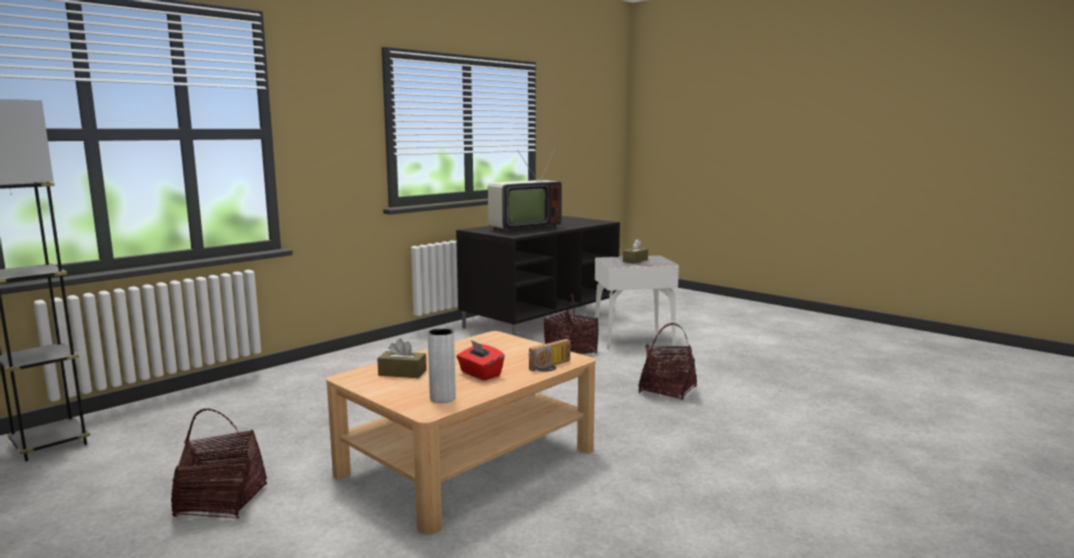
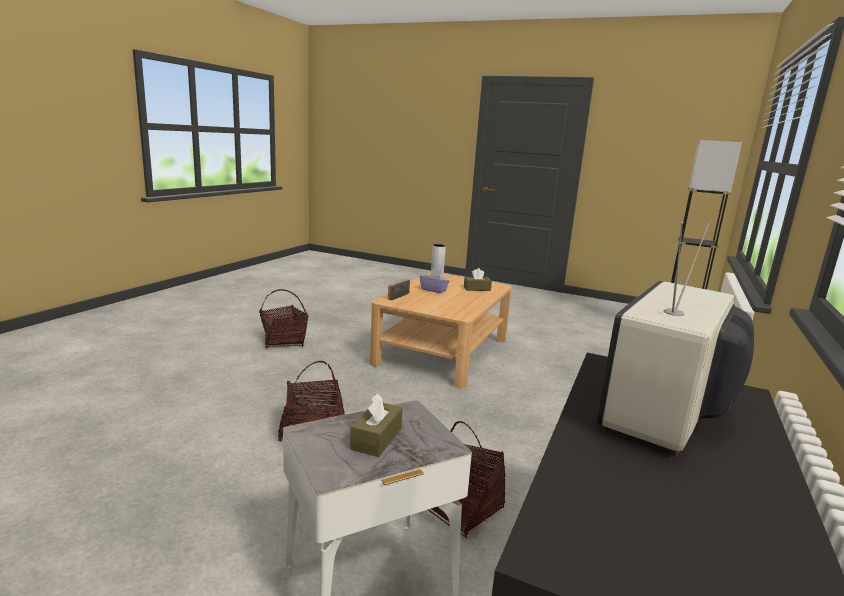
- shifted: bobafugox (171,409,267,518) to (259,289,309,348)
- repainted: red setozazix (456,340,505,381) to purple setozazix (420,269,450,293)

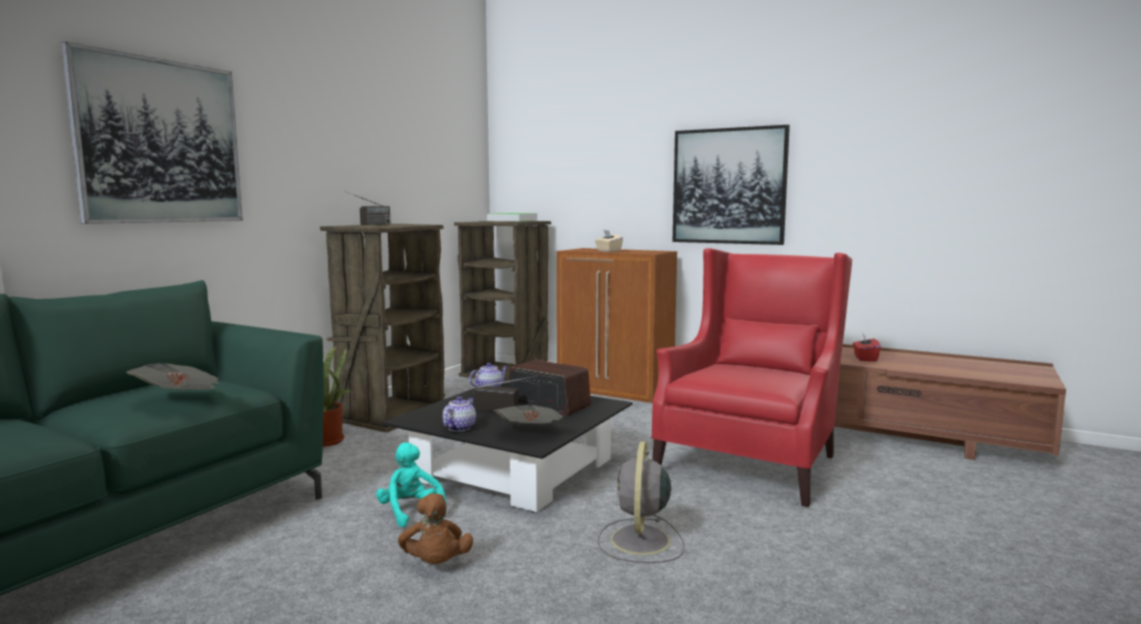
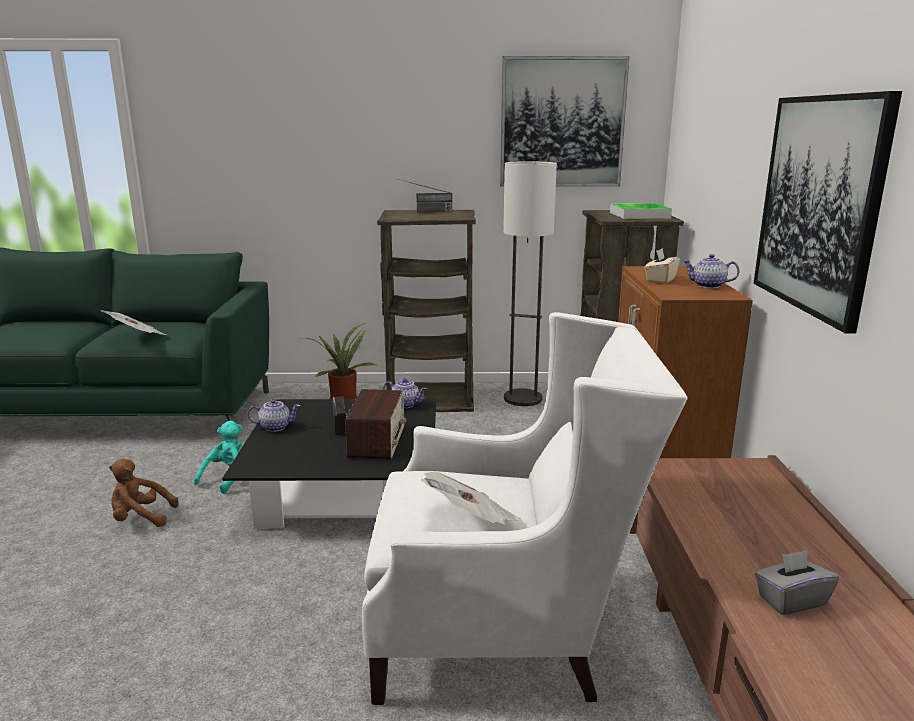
- gone: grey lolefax (598,441,685,563)
- new: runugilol (503,161,557,406)
- new: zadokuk (683,254,739,288)
- shifted: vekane (61,41,243,224) to (500,56,630,186)
- shifted: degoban (494,405,564,424) to (421,472,521,524)
- repainted: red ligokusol (651,248,852,507) to white ligokusol (362,312,687,705)
- repainted: red setozazix (853,332,881,362) to grey setozazix (755,550,839,615)
- rotated: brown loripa (398,493,473,564) = (109,459,179,527) 45 degrees clockwise

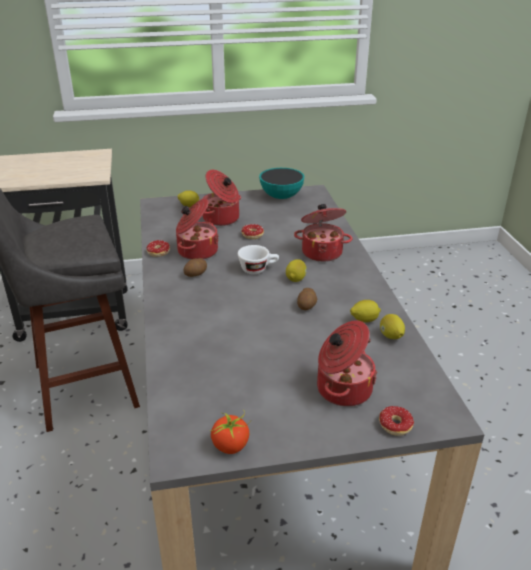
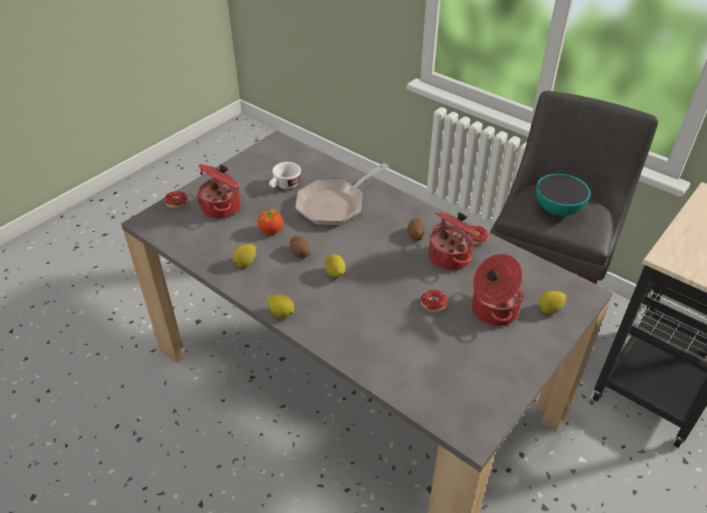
- gone: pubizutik (294,204,352,262)
- new: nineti (295,163,389,226)
- shifted: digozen (209,410,252,454) to (257,208,283,235)
- shifted: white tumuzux (238,245,279,274) to (269,162,301,189)
- shifted: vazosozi (259,168,304,199) to (536,174,591,216)
- shifted: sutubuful (380,314,405,339) to (267,295,294,318)

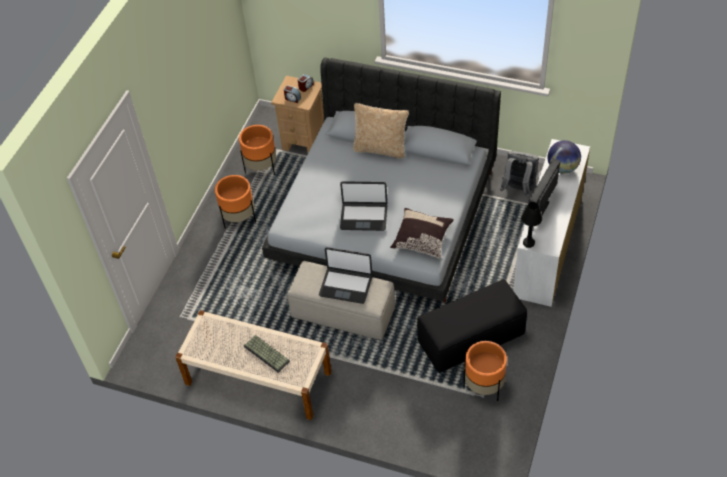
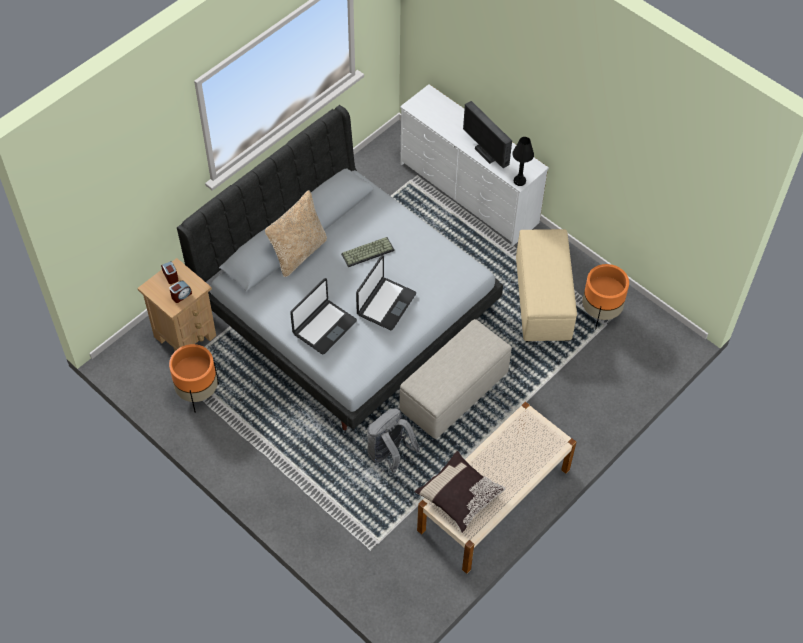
- gone: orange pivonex (215,175,256,228)
- gone: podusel (548,140,581,174)
- shifted: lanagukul (244,335,290,373) to (341,237,395,267)
- shifted: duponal (319,247,373,304) to (290,278,357,355)
- shifted: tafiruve (390,208,454,259) to (415,451,506,533)
- shifted: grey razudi (500,151,539,198) to (367,408,420,473)
- repainted: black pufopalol (417,279,527,373) to beige pufopalol (516,229,577,342)

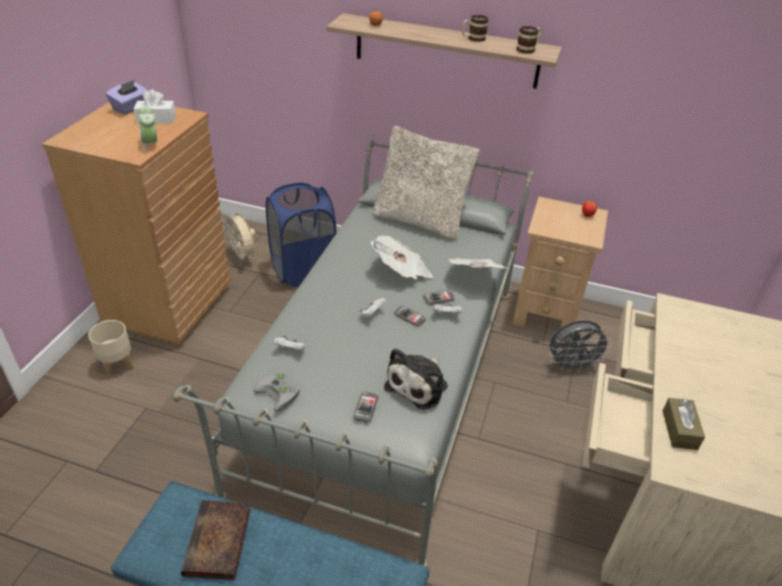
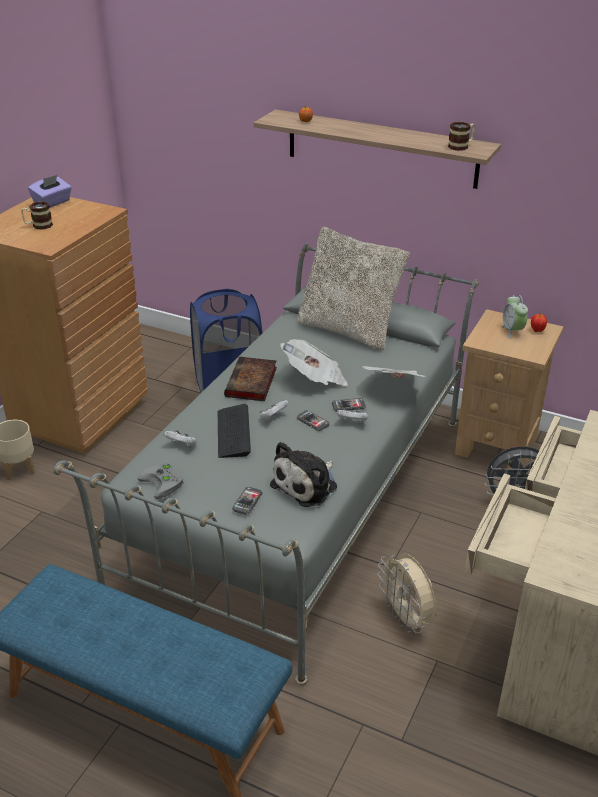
- gone: white setozazix (134,89,176,123)
- gone: brown setozazix (663,398,705,450)
- new: lanagukul (218,404,251,458)
- shifted: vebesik (138,104,157,152) to (501,295,528,338)
- shifted: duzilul (181,500,251,580) to (224,357,277,401)
- shifted: beige lolefax (221,212,255,264) to (377,554,436,634)
- shifted: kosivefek (462,15,489,42) to (21,202,53,230)

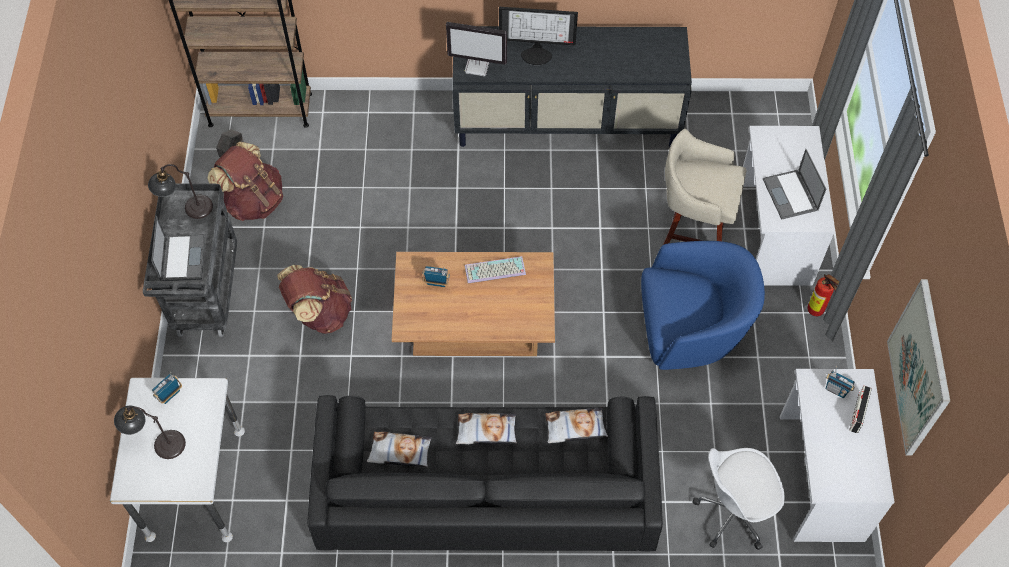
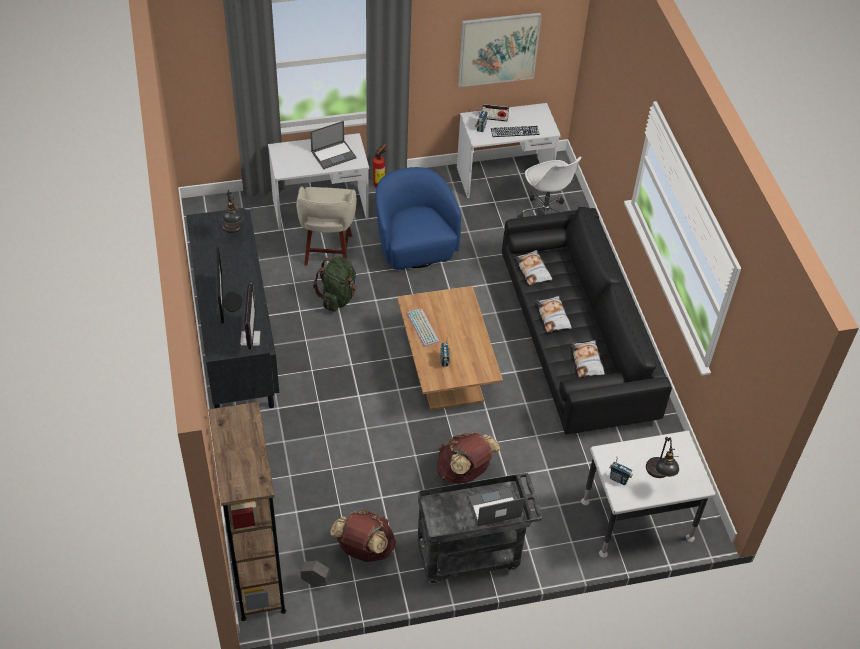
- new: green razudi (313,256,357,311)
- new: lanagukul (491,126,540,137)
- shifted: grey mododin (148,164,213,219) to (221,190,243,233)

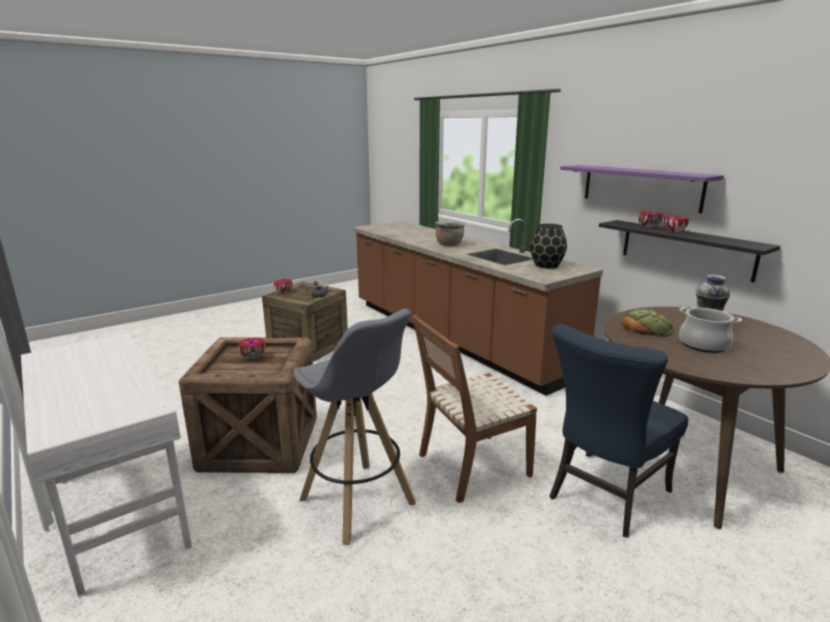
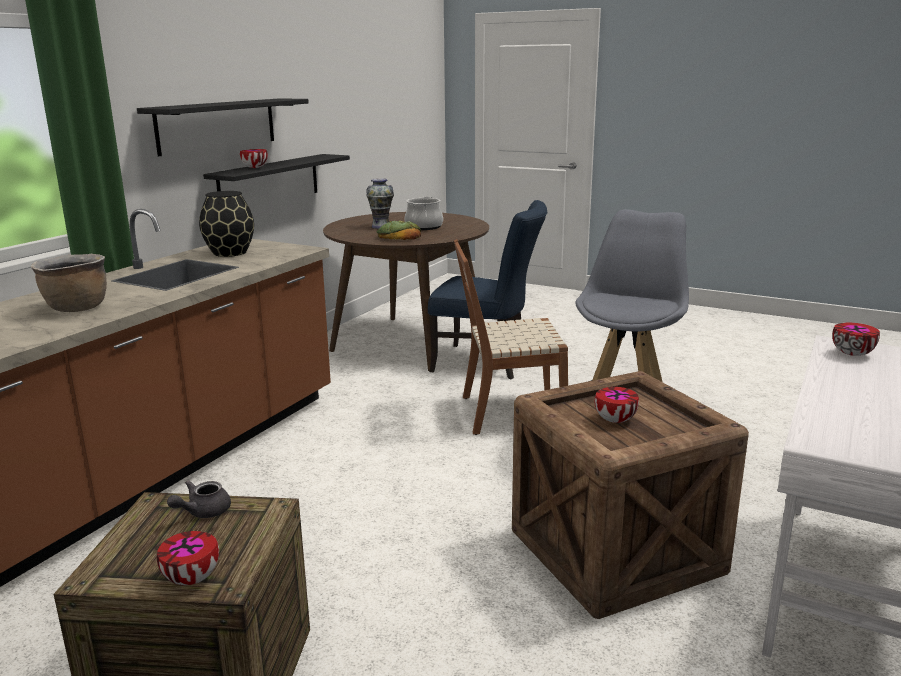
- shifted: vazosozi (662,215,689,233) to (832,323,880,356)
- repainted: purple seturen (560,165,724,213) to black seturen (137,98,309,156)
- rotated: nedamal (413,315,537,503) = (454,239,568,435) 135 degrees clockwise

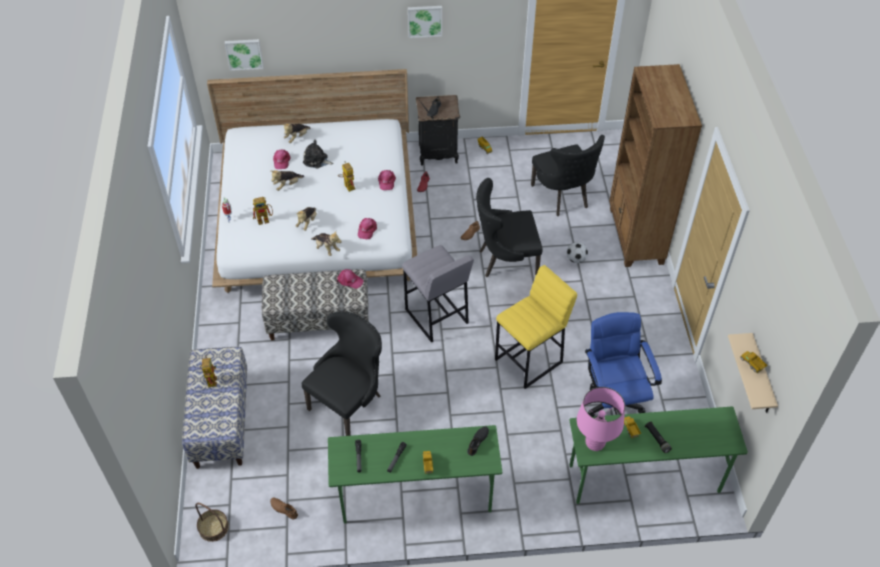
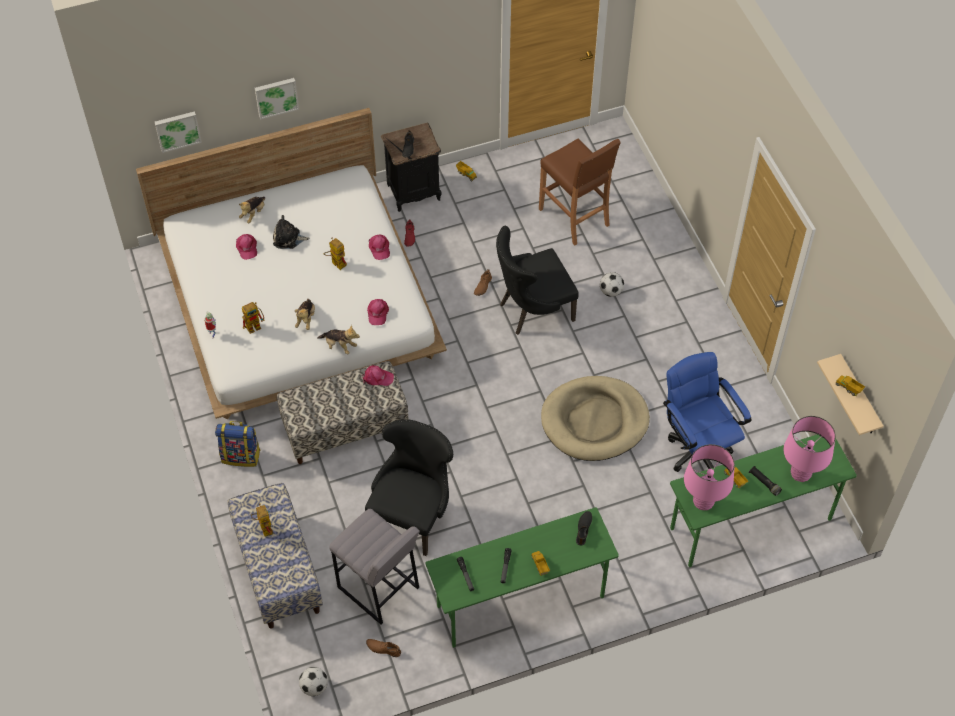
- gone: loripa (271,170,304,191)
- gone: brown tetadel (609,64,702,267)
- new: razudi (215,421,260,467)
- new: pink mododin (784,416,836,482)
- shifted: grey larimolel (402,245,474,343) to (329,509,420,625)
- shifted: vekane (408,6,442,38) to (255,78,299,120)
- swapped: bobafugox (195,503,229,542) to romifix (299,667,328,696)
- swapped: yellow larimolel (495,265,577,389) to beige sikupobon (541,376,650,461)
- swapped: black nedamal (531,135,605,216) to brown larimolel (539,139,621,245)

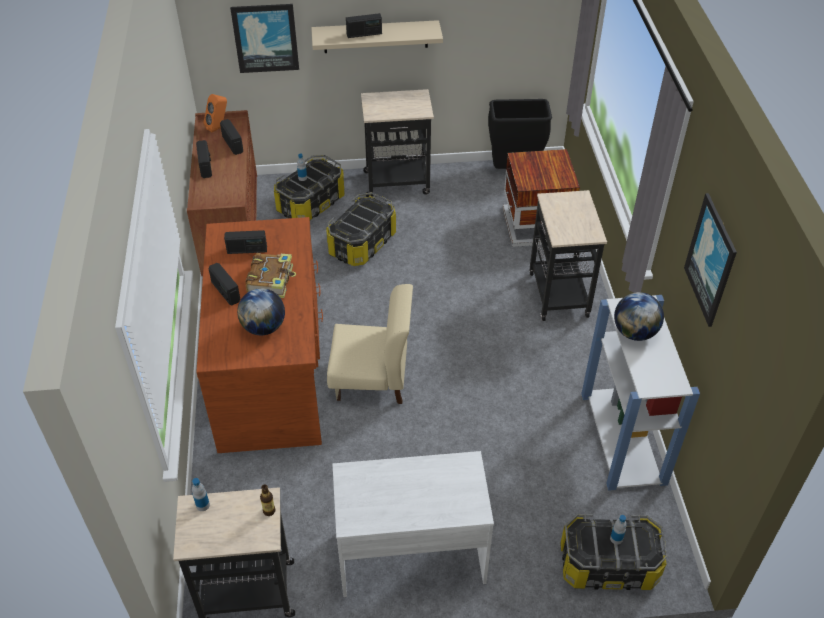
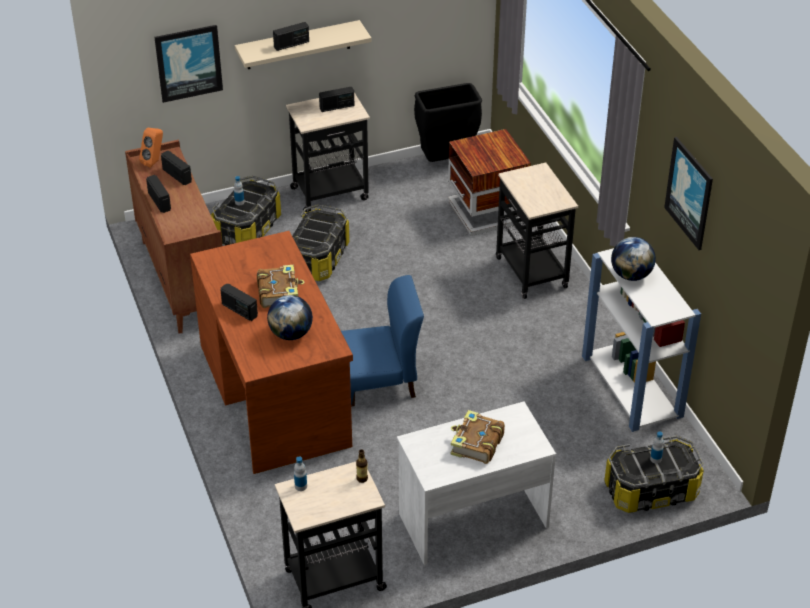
- new: duzilul (450,410,505,464)
- shifted: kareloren (224,230,267,254) to (319,87,355,112)
- repainted: beige nedamal (327,284,413,404) to blue nedamal (341,275,424,407)

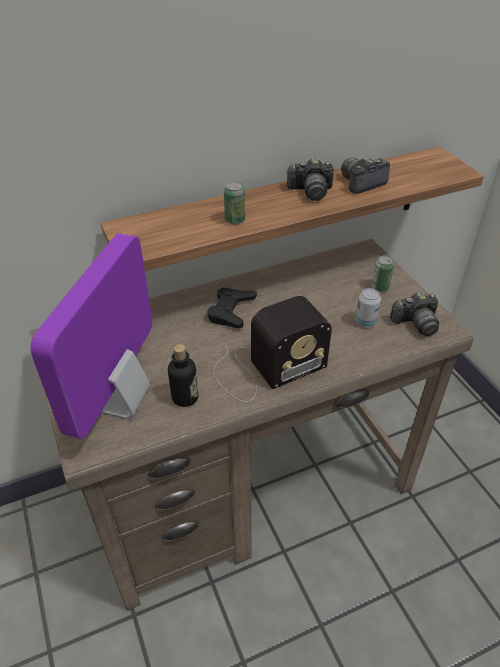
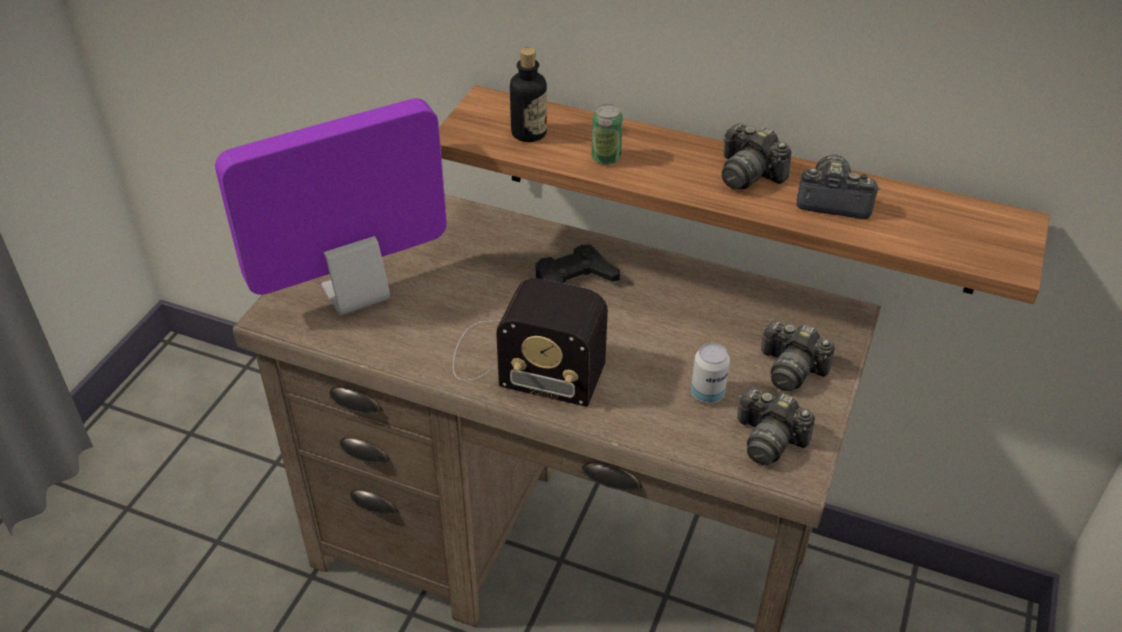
- shifted: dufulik (168,344,199,407) to (510,47,547,142)
- swapped: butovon (372,256,394,292) to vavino (761,321,835,391)

